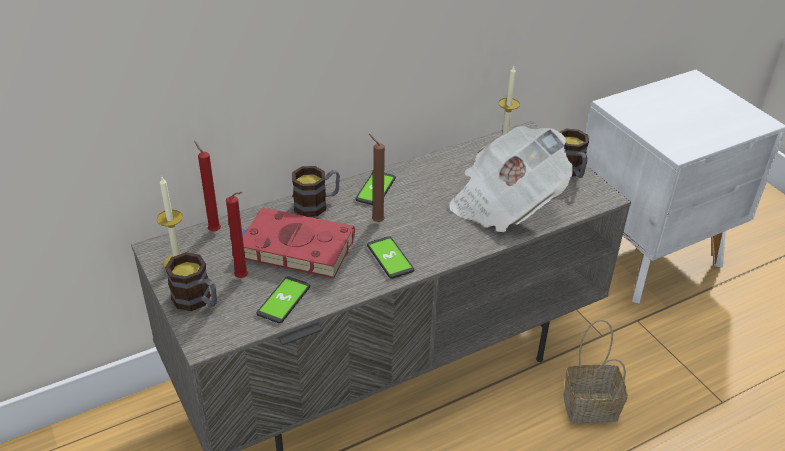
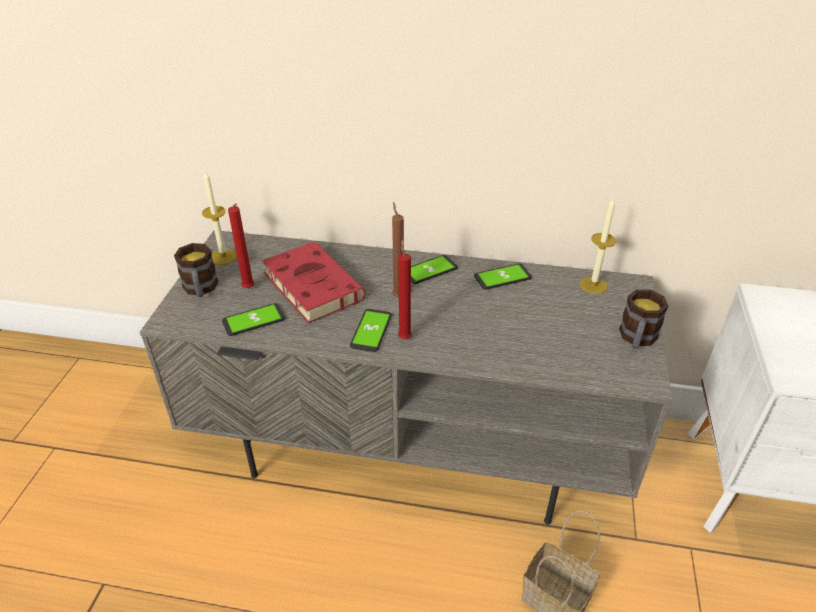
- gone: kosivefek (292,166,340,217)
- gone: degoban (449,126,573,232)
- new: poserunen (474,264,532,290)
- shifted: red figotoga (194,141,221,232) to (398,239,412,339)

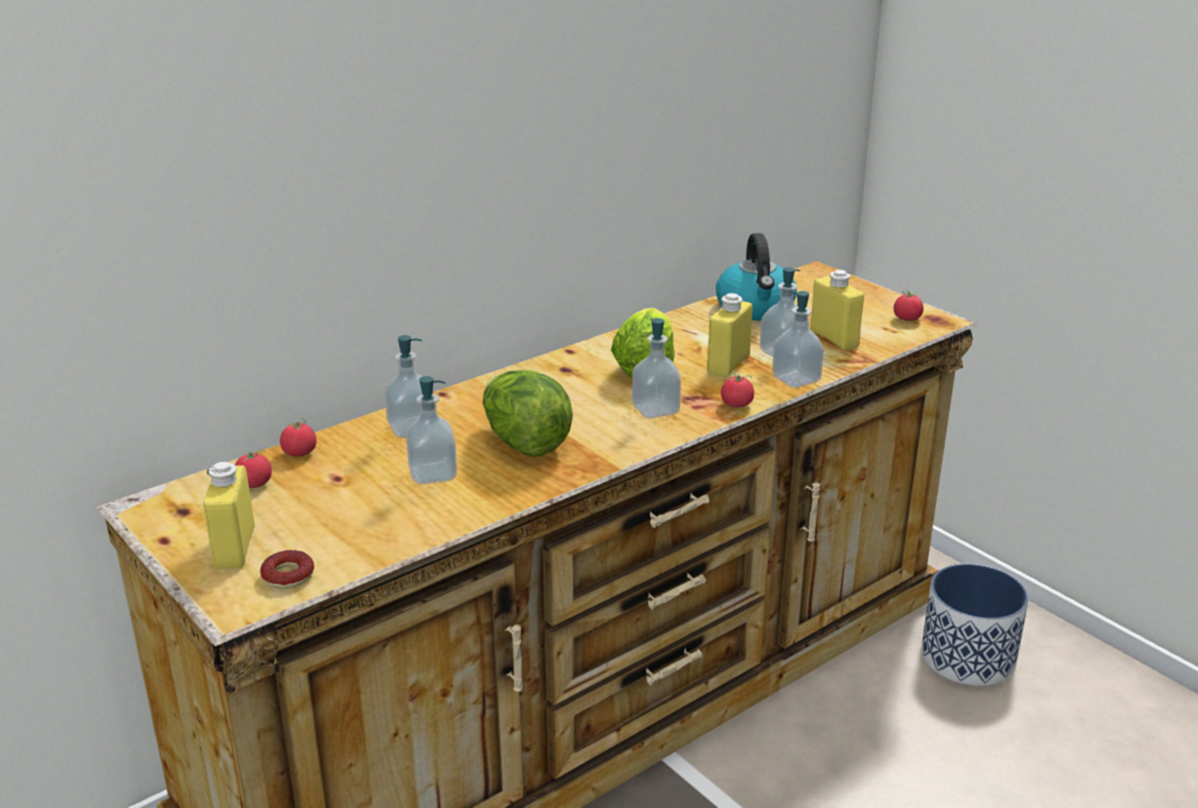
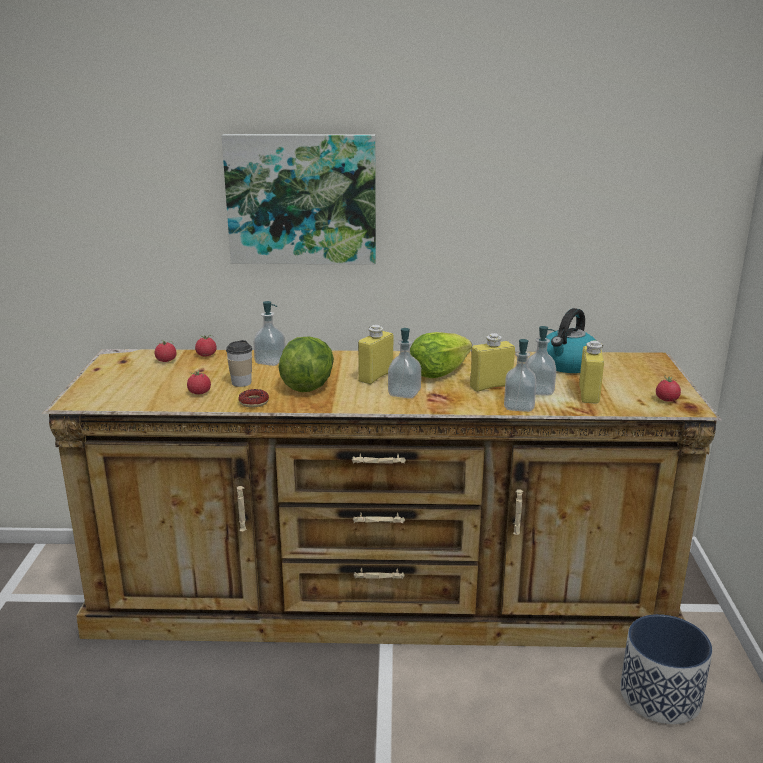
- new: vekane (222,134,376,265)
- shifted: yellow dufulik (203,462,255,569) to (358,325,393,384)
- shifted: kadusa (260,550,314,589) to (238,389,269,408)
- shifted: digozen (721,373,754,408) to (187,370,211,395)
- swapped: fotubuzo (406,376,457,484) to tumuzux (226,340,252,387)

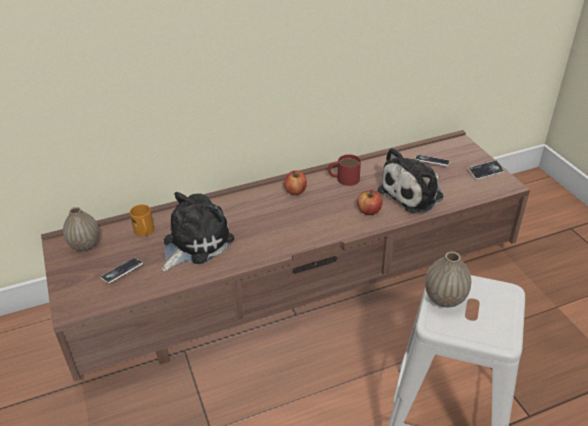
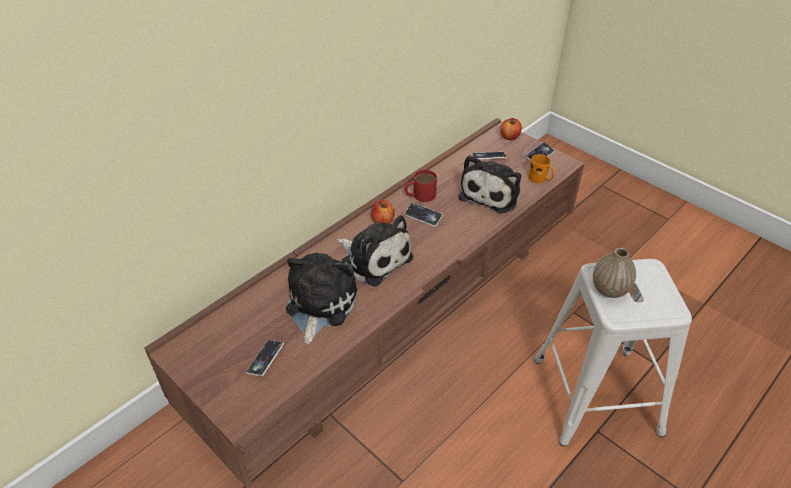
- gone: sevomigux (63,207,100,251)
- new: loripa (337,215,413,286)
- new: poserunen (405,203,443,227)
- shifted: orange kosivefek (130,204,155,237) to (528,154,554,183)
- shifted: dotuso (357,190,383,215) to (500,118,522,140)

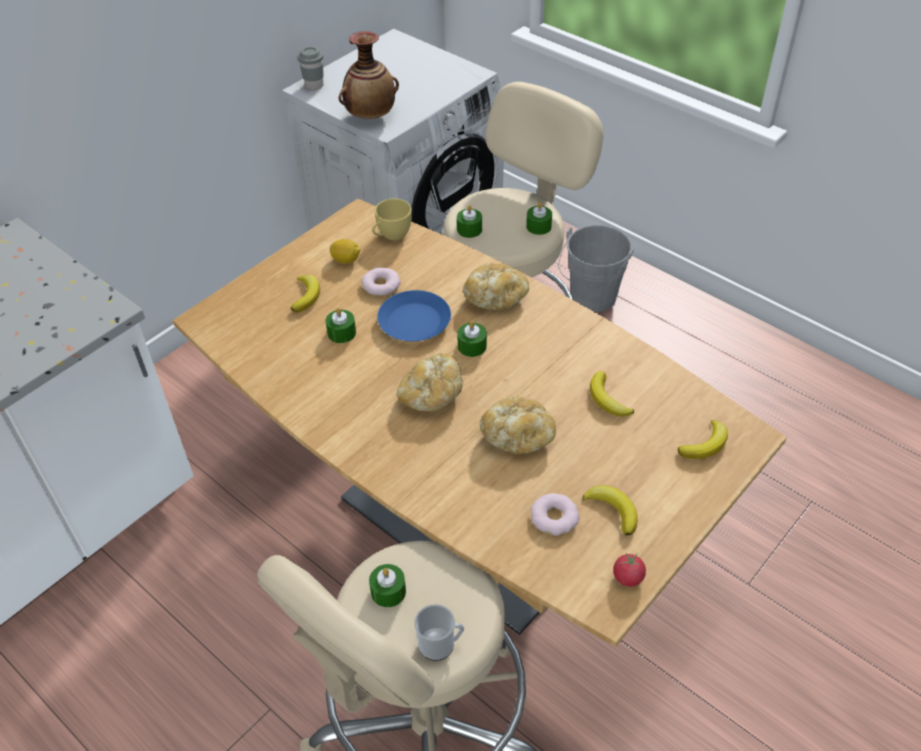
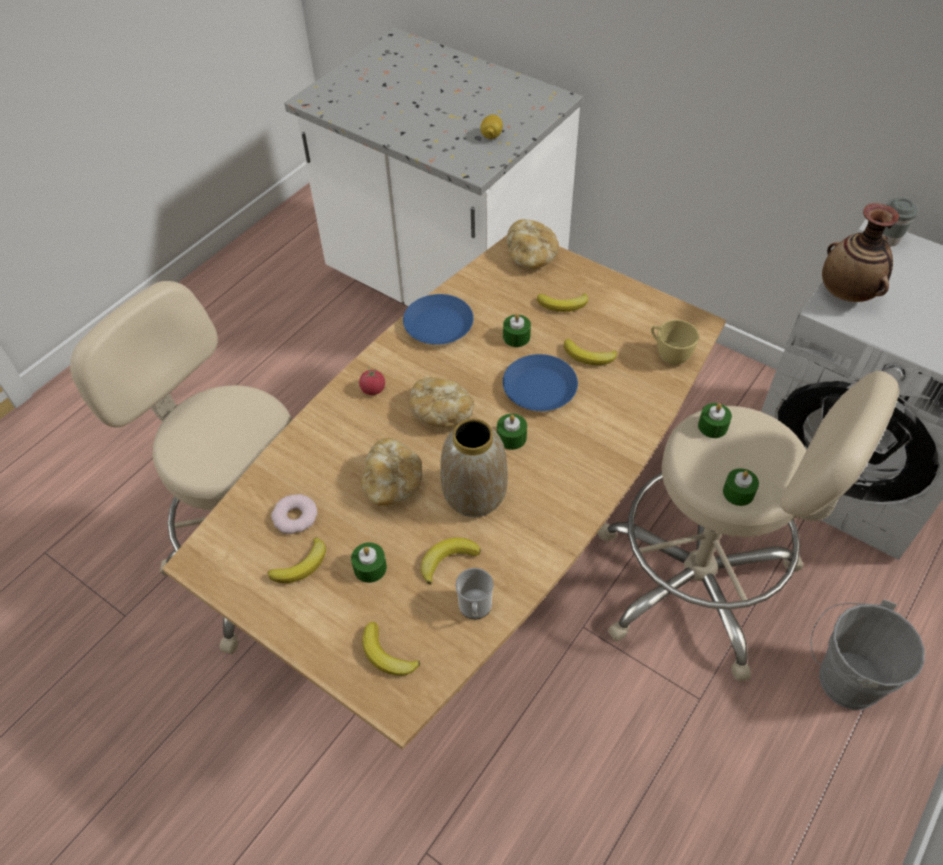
- new: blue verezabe (403,294,474,345)
- new: sevomigux (440,418,508,517)
- shifted: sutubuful (330,239,360,264) to (480,115,503,139)
- shifted: green figotoga (369,564,406,607) to (351,542,387,583)
- shifted: kosivefek (414,604,464,661) to (456,568,493,619)
- shifted: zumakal (463,263,529,310) to (507,219,559,269)
- shifted: digozen (613,553,646,587) to (359,366,385,395)
- swapped: kadusa (361,267,401,296) to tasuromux (564,339,617,365)

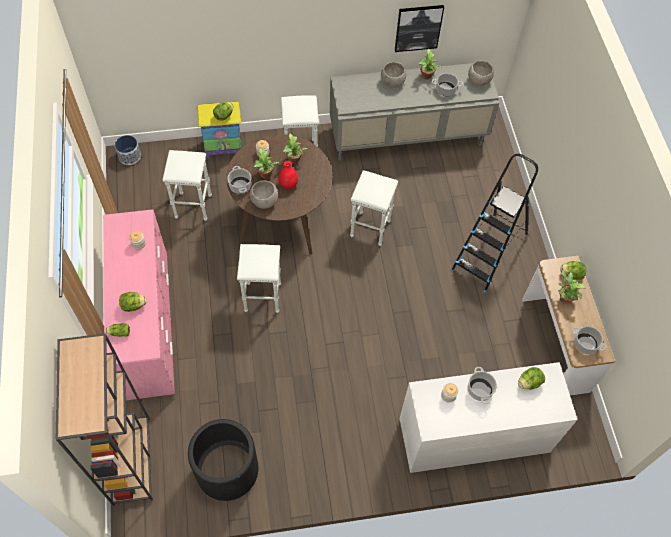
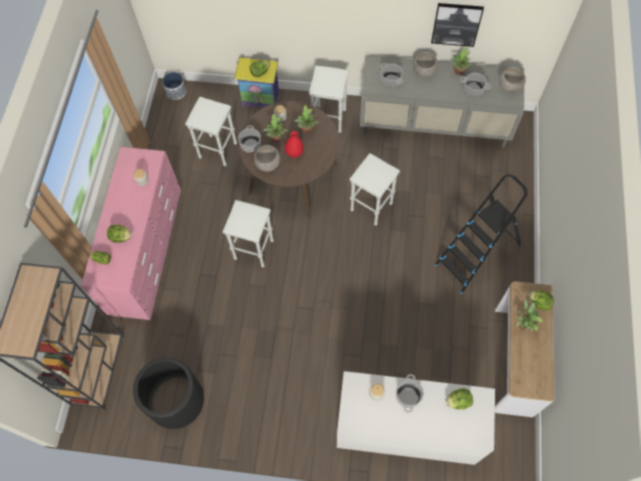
- shifted: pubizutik (572,326,607,354) to (381,63,403,87)

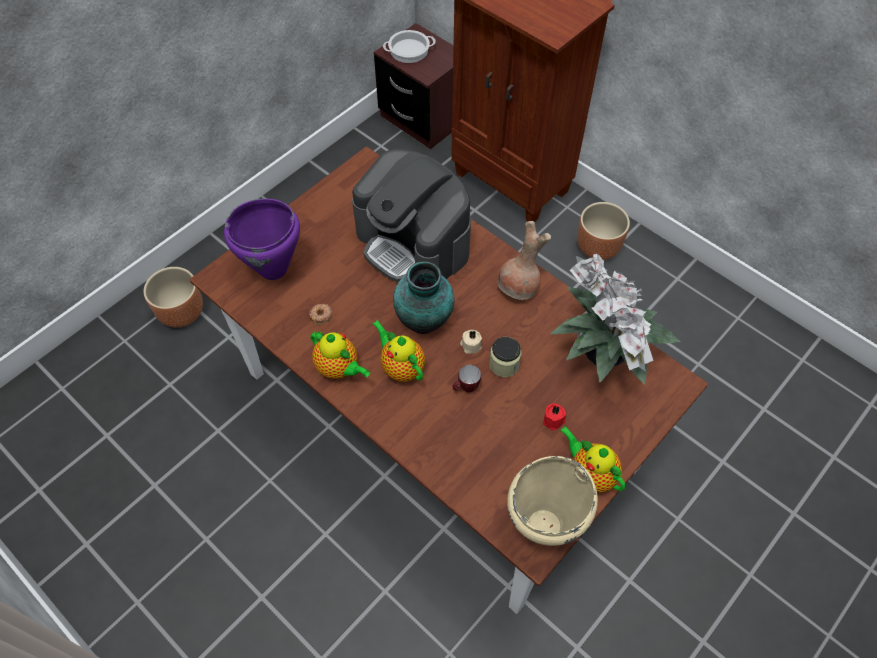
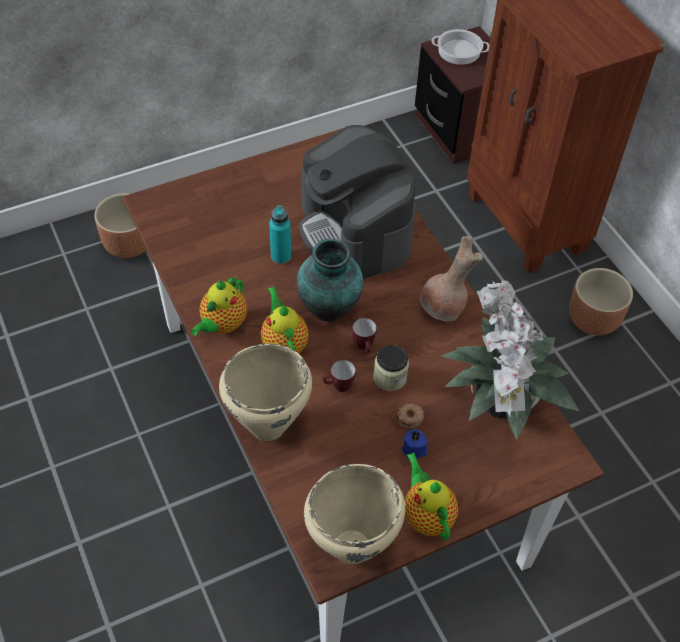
- gone: purple pubizutik (224,199,300,280)
- new: beige pubizutik (219,344,312,441)
- new: turquoise dufulik (269,205,291,264)
- shifted: kadusa (309,304,332,324) to (396,403,424,428)
- swapped: beige figotoga (460,330,482,354) to kosivefek (352,318,377,353)
- repainted: red figotoga (543,403,566,431) to blue figotoga (402,429,428,459)
- rotated: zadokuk (310,332,370,379) = (191,277,247,336) 60 degrees clockwise

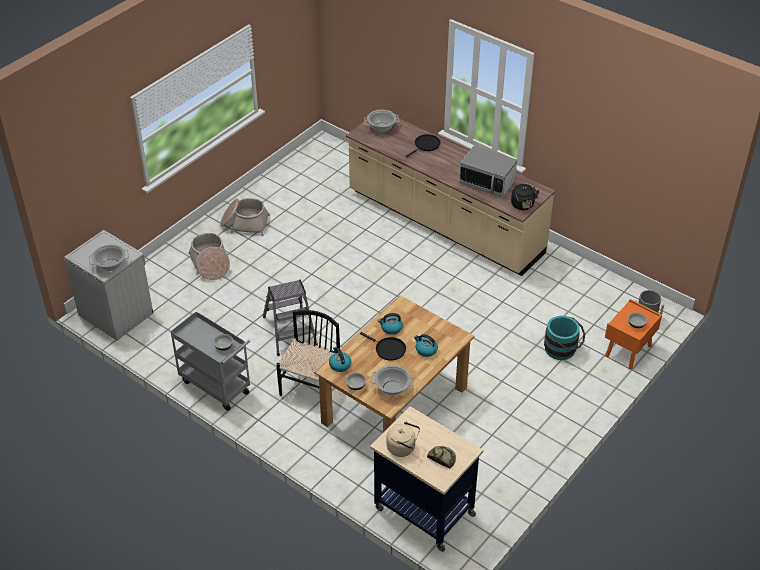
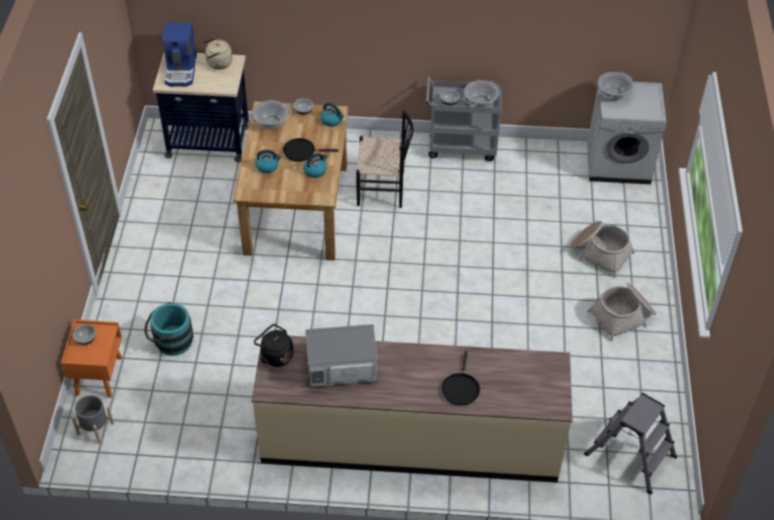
- shifted: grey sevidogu (263,279,318,356) to (584,393,677,494)
- shifted: pubizutik (364,109,399,132) to (463,80,500,108)
- swapped: zumakal (427,446,456,468) to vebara (162,23,197,87)
- rotated: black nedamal (276,310,340,396) = (356,110,414,208) 75 degrees counterclockwise

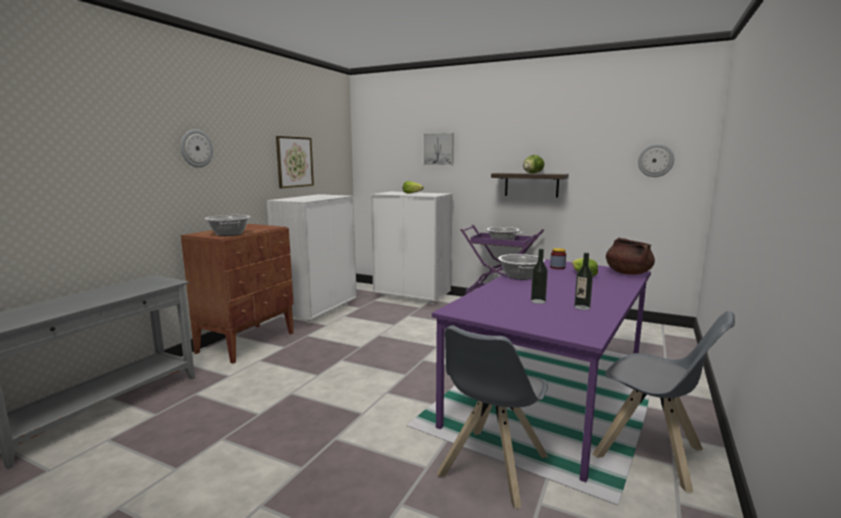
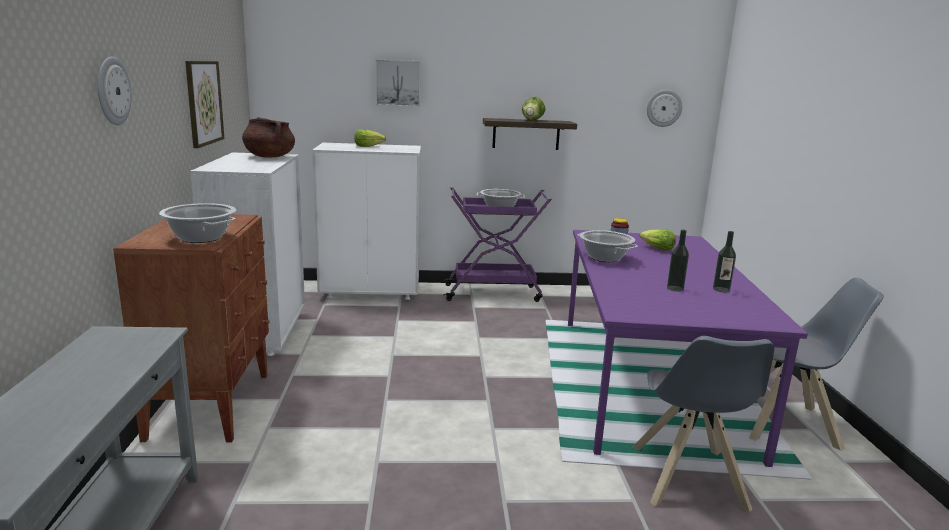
- shifted: brown pubizutik (606,238,655,275) to (242,117,295,158)

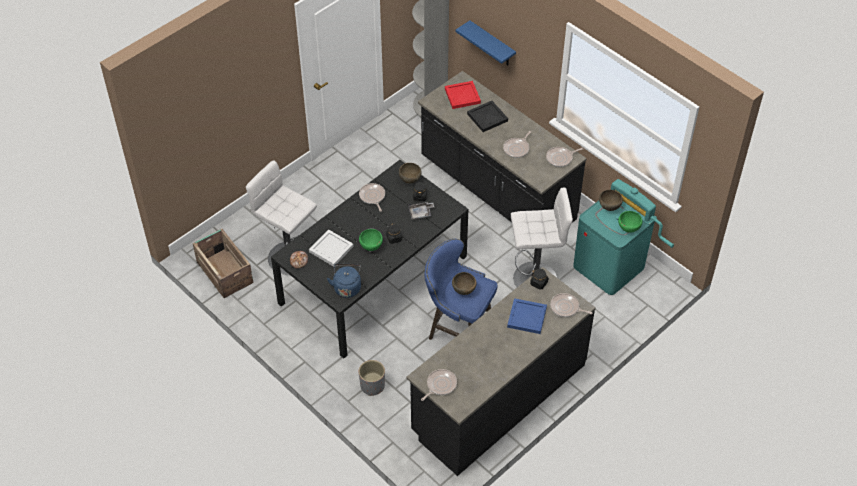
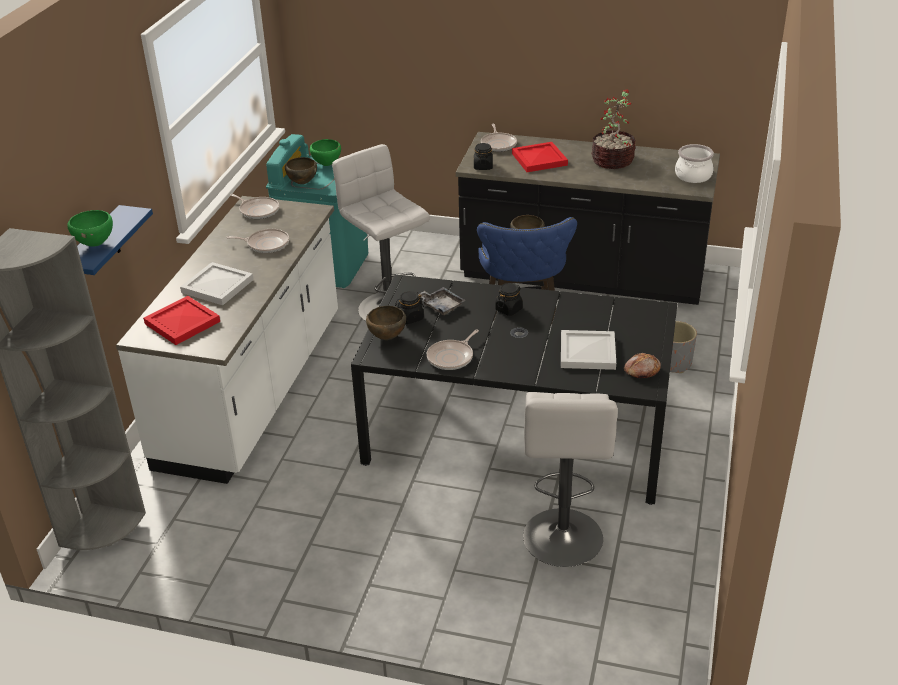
- gone: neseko (193,229,253,298)
- gone: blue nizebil (327,264,361,298)
- new: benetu (591,89,636,169)
- shifted: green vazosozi (359,229,383,251) to (67,210,113,247)
- swapped: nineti (421,369,457,401) to pubizutik (675,144,714,183)
- repainted: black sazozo (418,71,587,223) to white sazozo (116,196,338,484)
- repainted: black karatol (467,101,508,132) to white karatol (180,262,254,305)
- repainted: blue karatol (507,298,547,334) to red karatol (512,142,568,172)

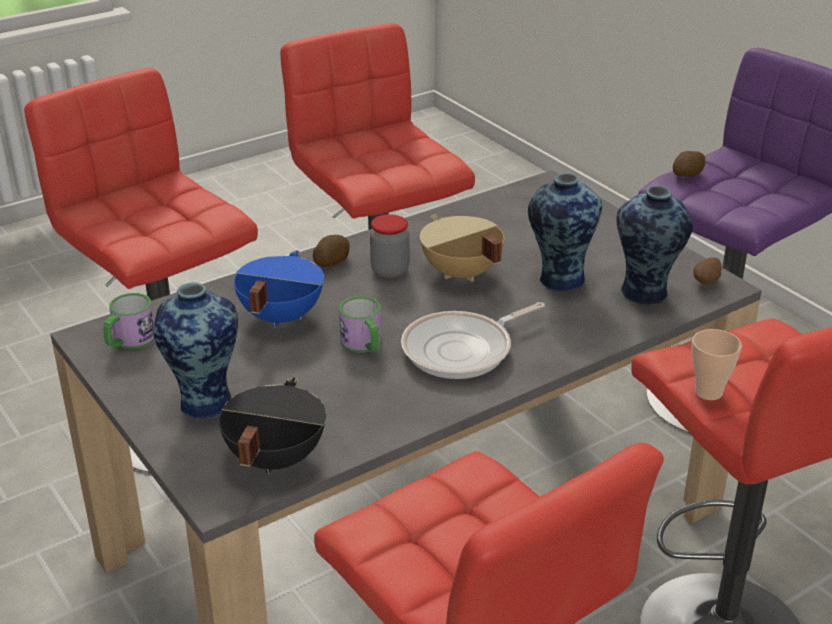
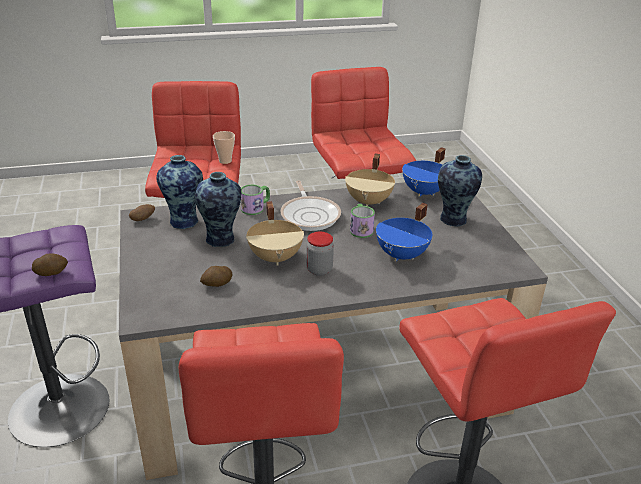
- new: beige pubizutik (345,154,395,206)
- shifted: kosivefek (103,293,155,349) to (241,184,270,215)
- shifted: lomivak (313,235,349,267) to (200,266,232,287)
- repainted: black pubizutik (219,377,326,474) to blue pubizutik (402,147,445,197)
- rotated: nineti (401,302,545,379) = (280,181,341,231) 90 degrees clockwise

